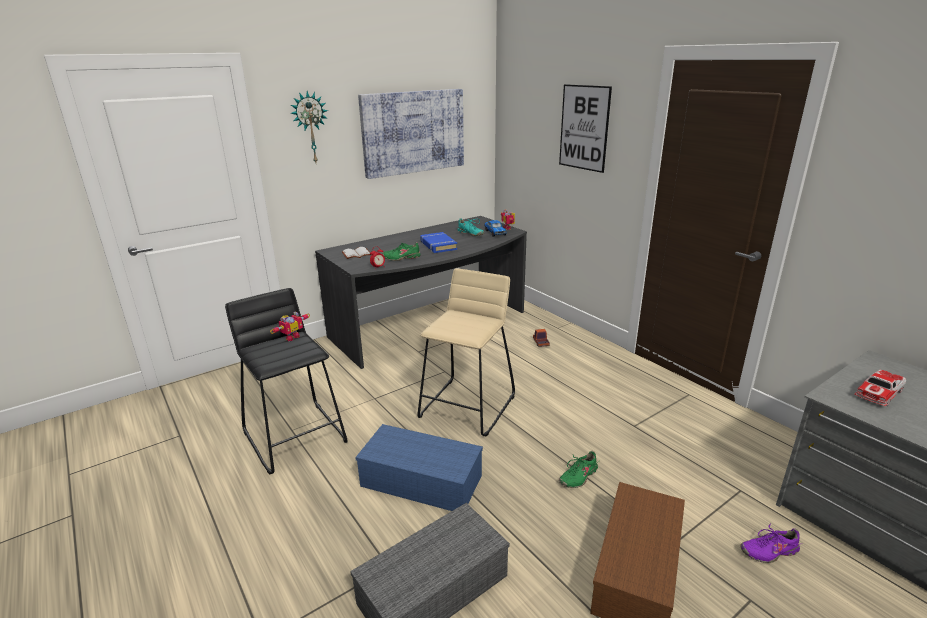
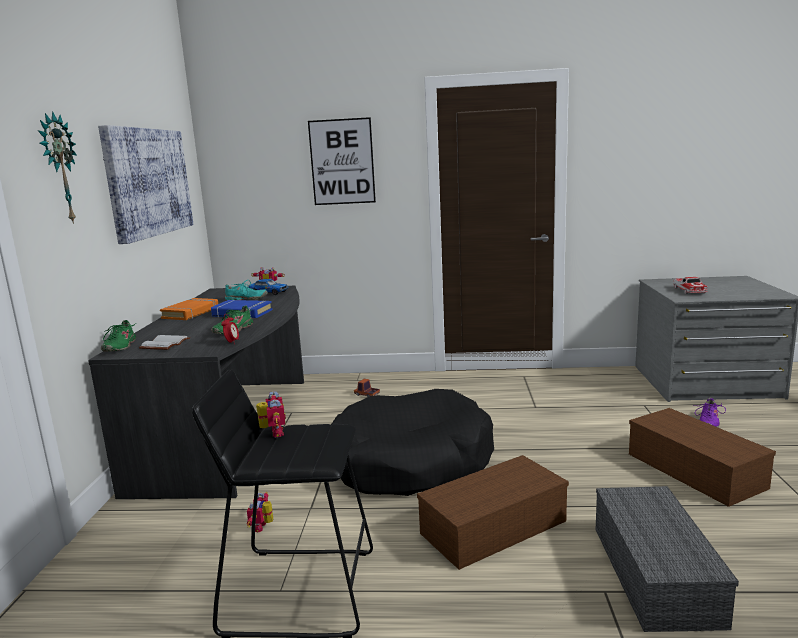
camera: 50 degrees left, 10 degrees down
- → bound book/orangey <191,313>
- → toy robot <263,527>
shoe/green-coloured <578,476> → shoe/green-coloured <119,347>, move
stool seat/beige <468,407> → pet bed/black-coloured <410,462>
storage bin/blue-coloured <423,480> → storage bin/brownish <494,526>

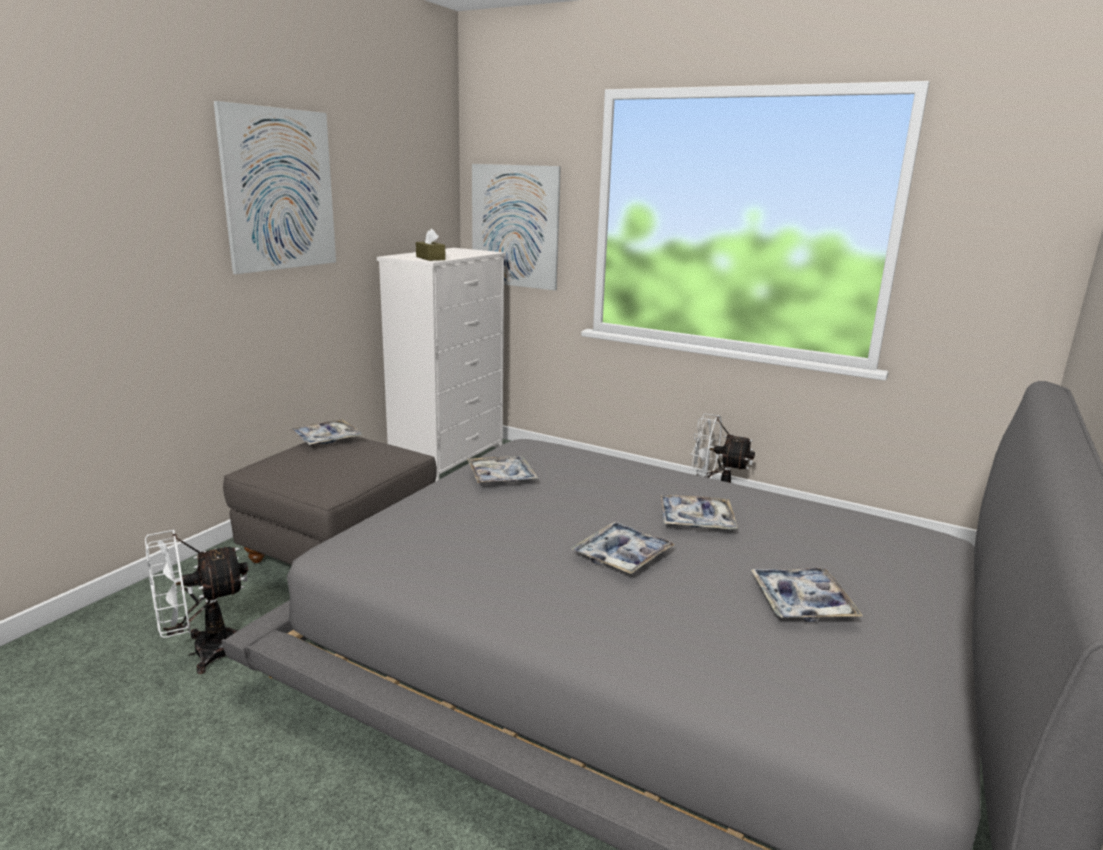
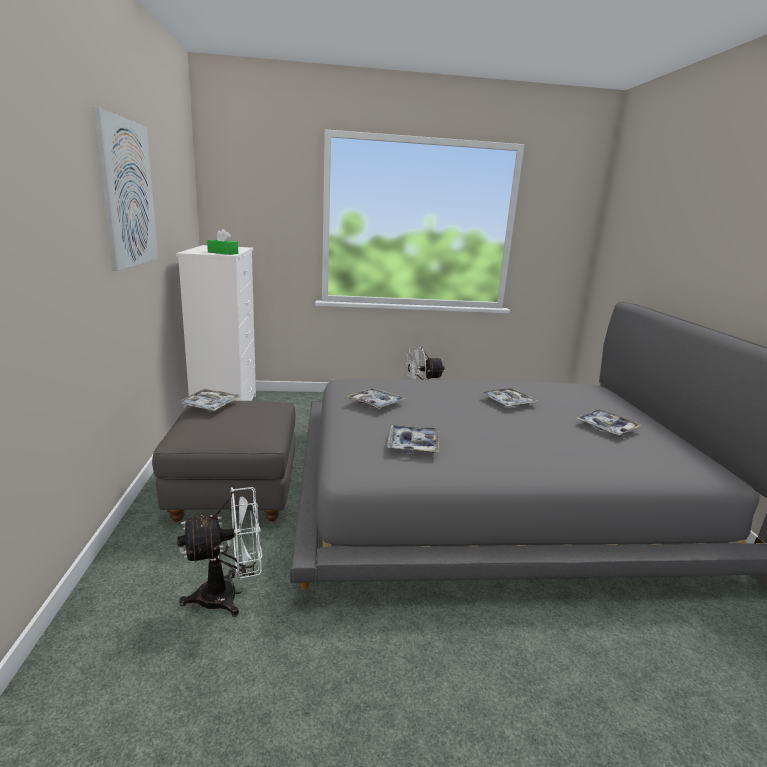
camera: 35 degrees left, 0 degrees up
wall art <515,226> → -
tray <622,556> → tray <413,445>, move
box of tissues/brownish <430,258> → box of tissues/green-coloured <223,253>
electric fan/whitish <203,652> → electric fan/whitish <229,595>, 135 degrees counterclockwise

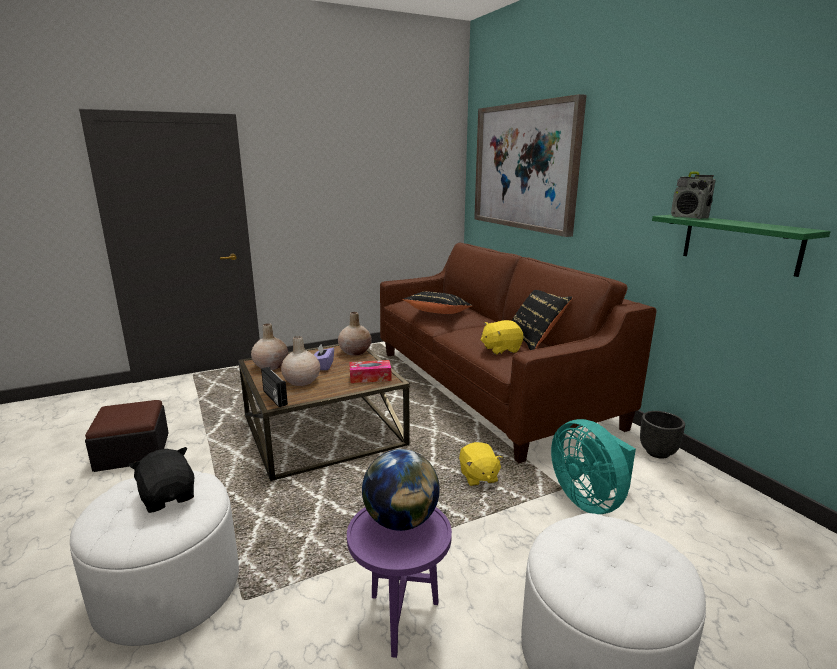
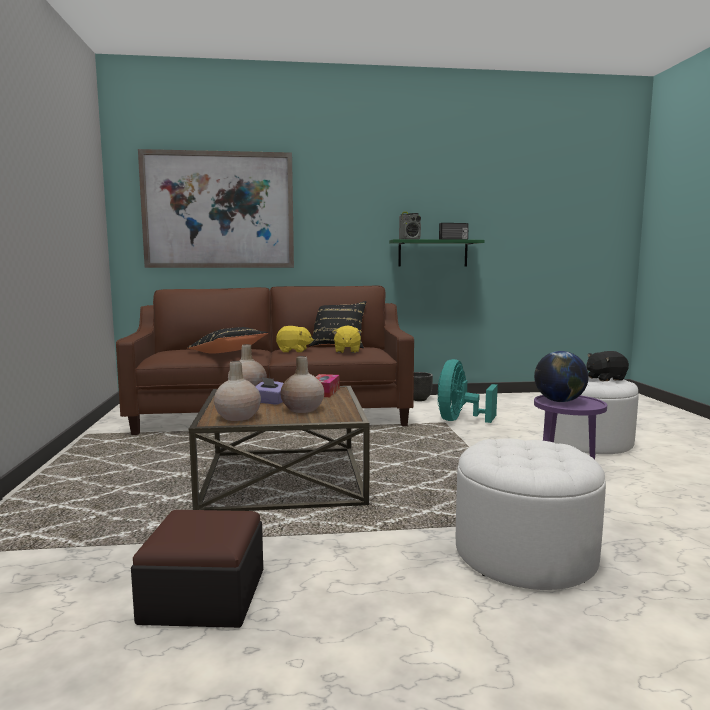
camera: 70 degrees left, 10 degrees down
cuddly toy/black-coloured <169,497> → cuddly toy/black-coloured <605,378>, move
radio <274,398> → radio <453,239>, move
cuddly toy/yellow <478,477> → cuddly toy/yellow <294,351>, move
electric fan/turquoise <589,499> → electric fan/turquoise <459,420>, 120 degrees clockwise

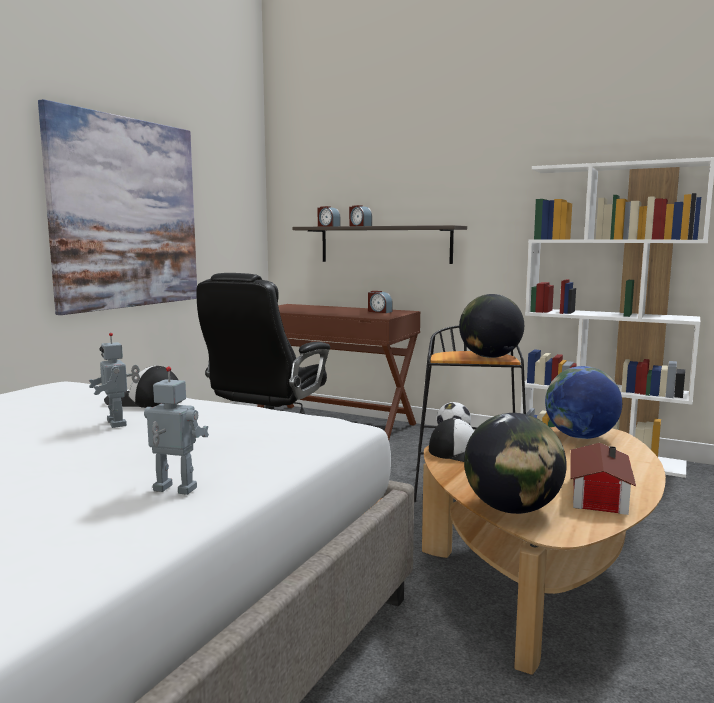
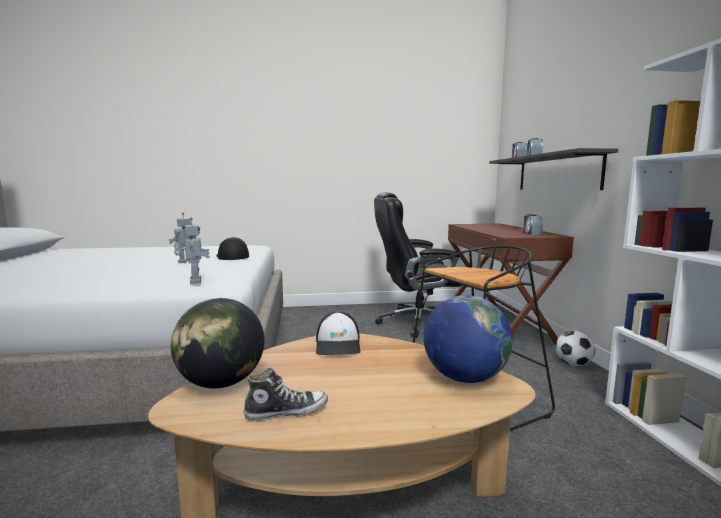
camera: 55 degrees right, 0 degrees up
wall art <126,213> → -
desk globe <490,357> → -
toy robot <173,490> → toy robot <194,281>, move
miniature house <596,495> → shoe <287,412>

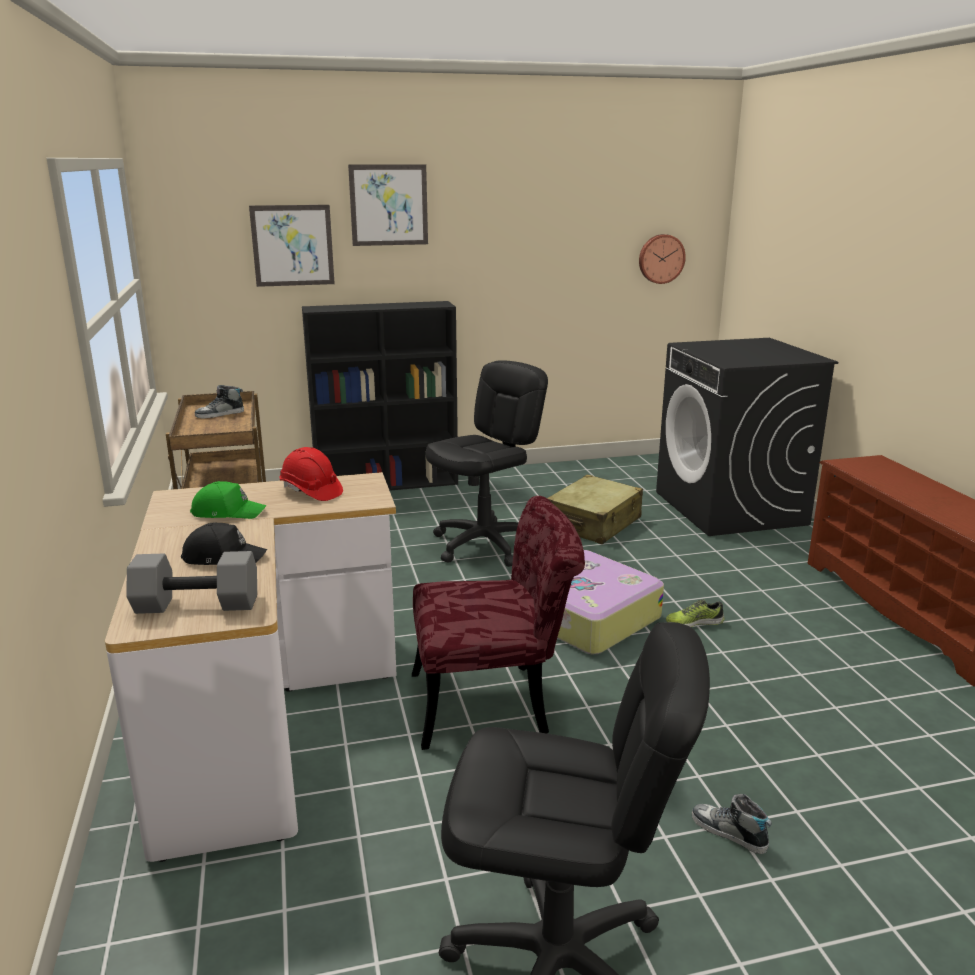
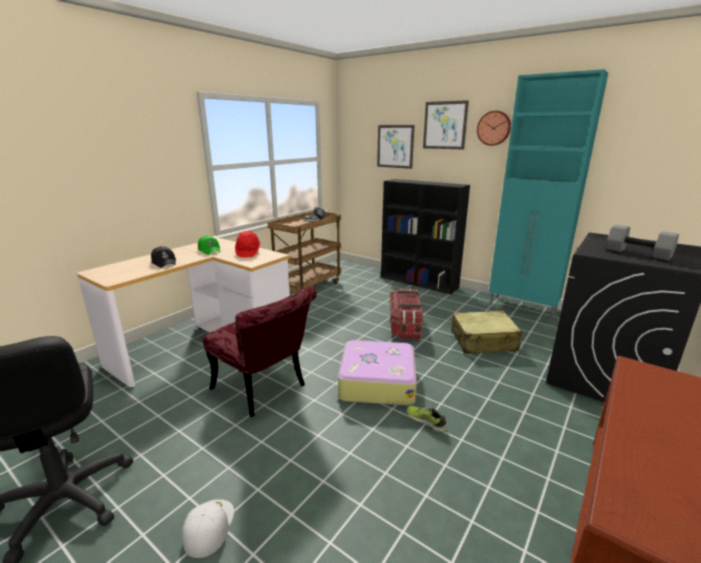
camera: 50 degrees right, 0 degrees up
- → cupboard/turquoise <523,308>
dumbbell/greyish <198,604> → dumbbell/greyish <638,253>, move
wall clock <661,258> → wall clock <494,128>, move
desk chair/black-coloured <485,545> → storage bin <404,325>
shoe <729,832> → cap/whitish <208,526>

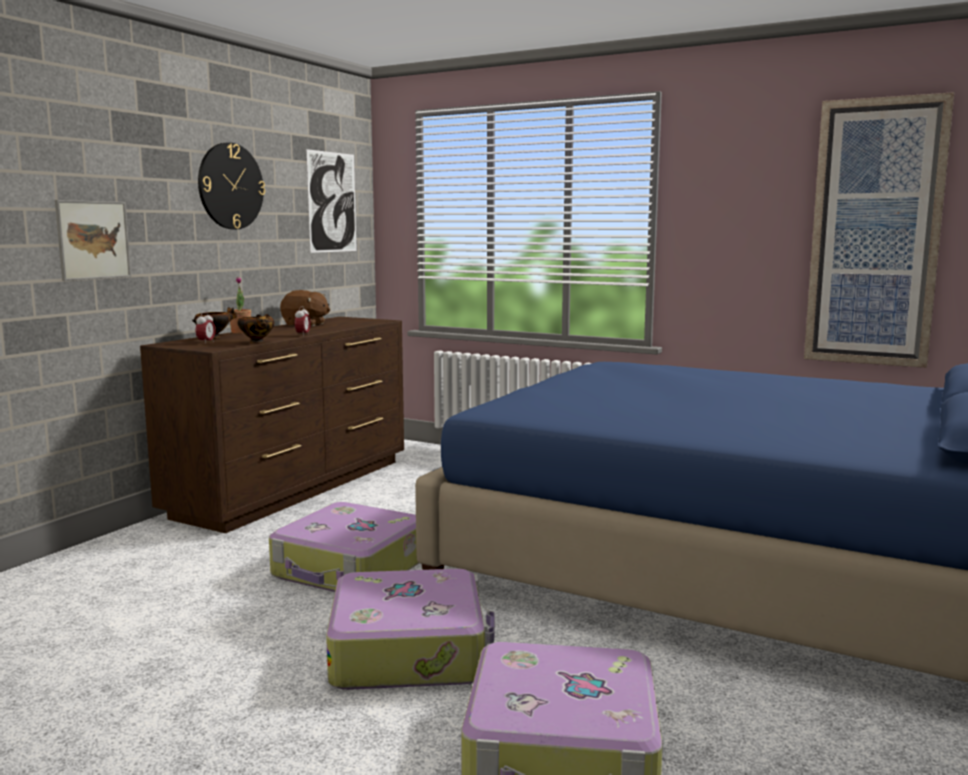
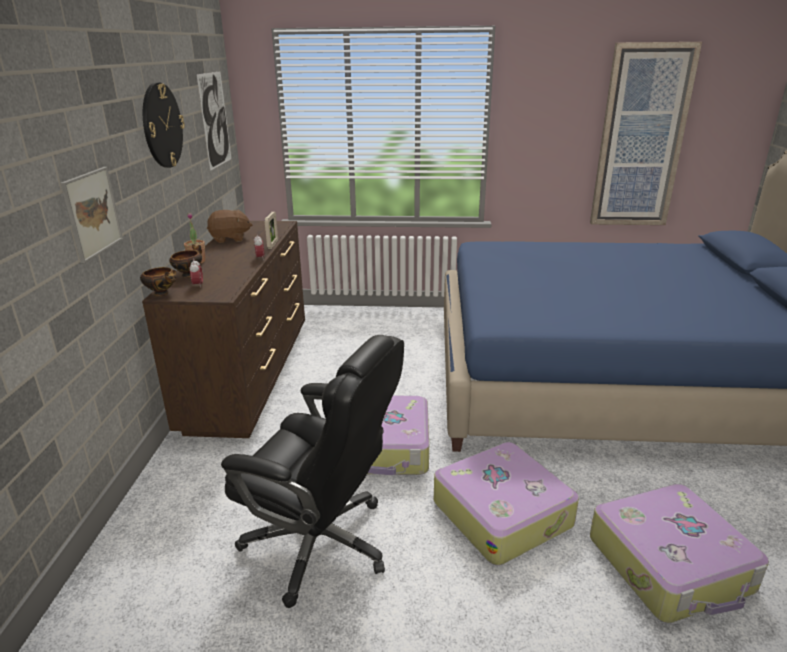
camera: 25 degrees left, 15 degrees up
- → desk chair/black-coloured <321,543>
- → picture frame <273,245>
deep dish <258,342> → deep dish <162,294>, move

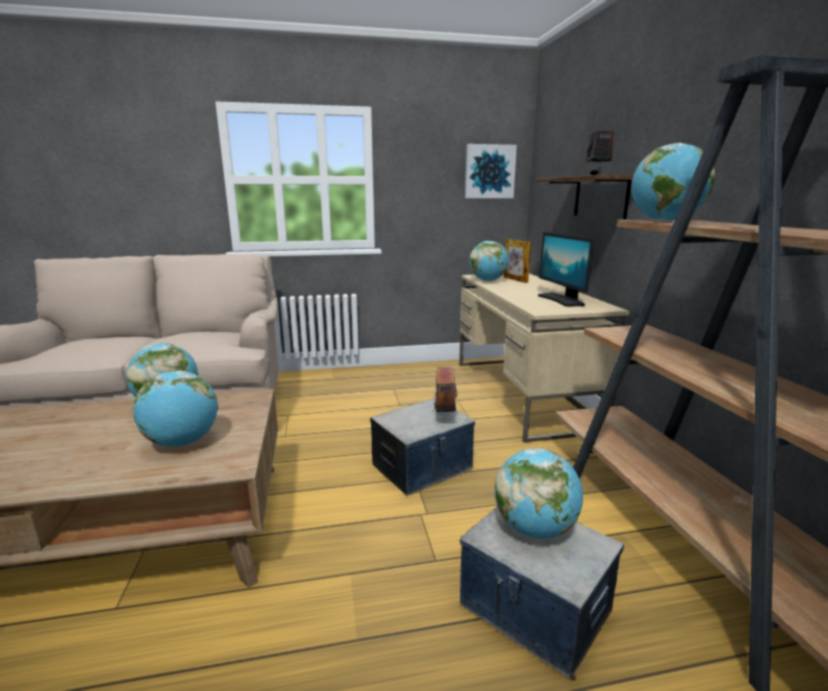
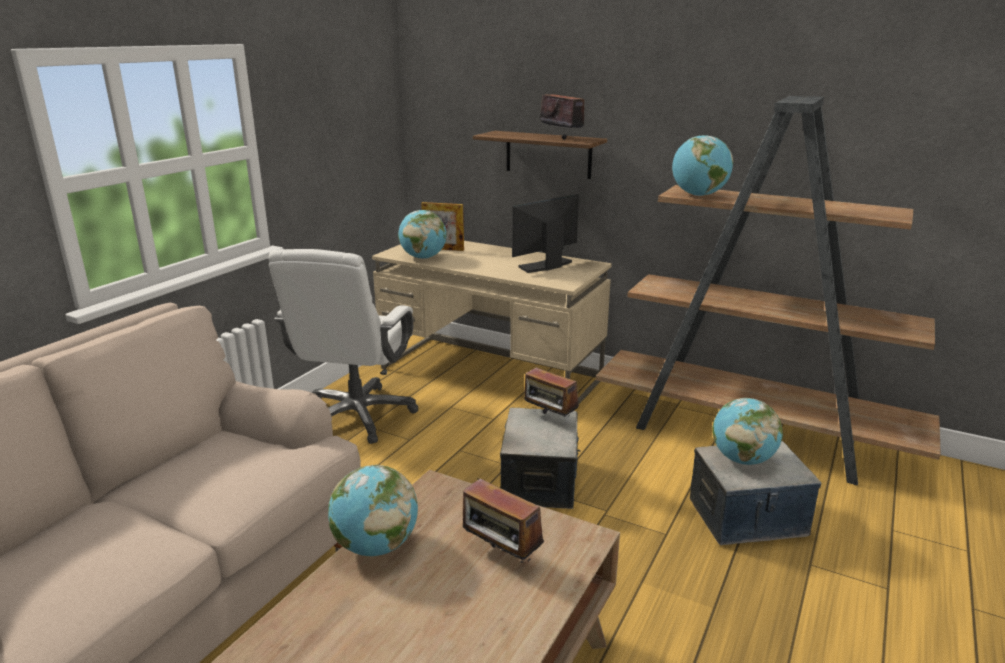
camera: 50 degrees left, 5 degrees up
wall art <489,171> → -
- → desk chair/whitish <357,416>
desk globe <183,442> → radio <501,556>
computer display <561,300> → computer display <546,266>, 120 degrees clockwise

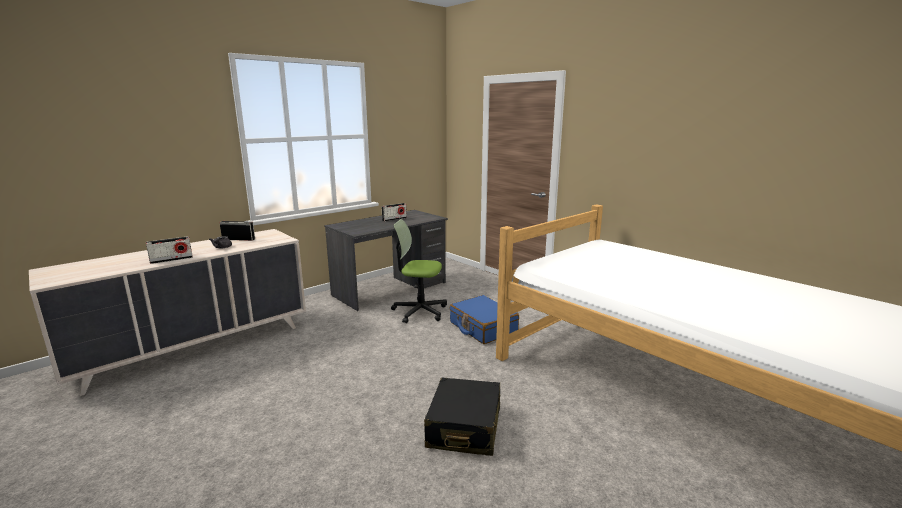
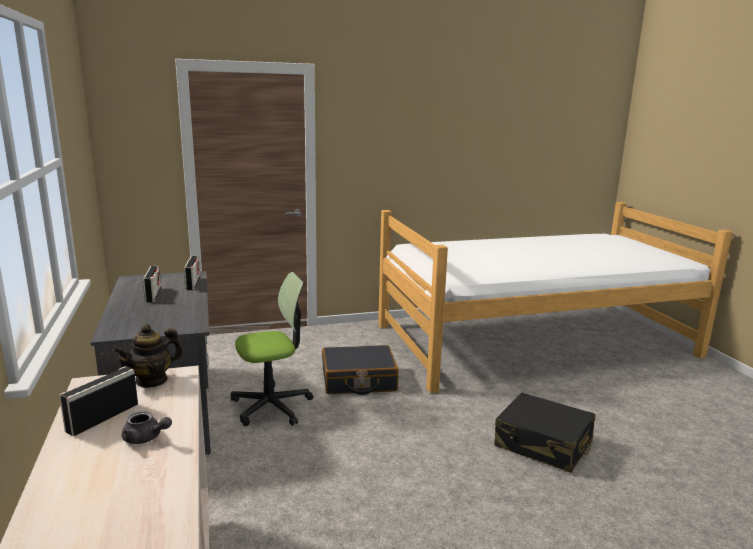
camera: 65 degrees left, 0 degrees up
- → pot for tea <152,380>
radio <171,259> → radio <193,283>, move
piece of luggage/blue-coloured <482,327> → piece of luggage/black-coloured <358,380>
desk chair <419,311> → desk chair <271,406>, 150 degrees counterclockwise

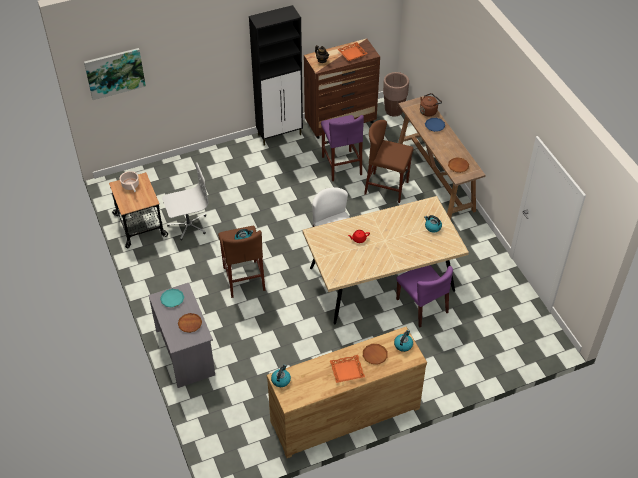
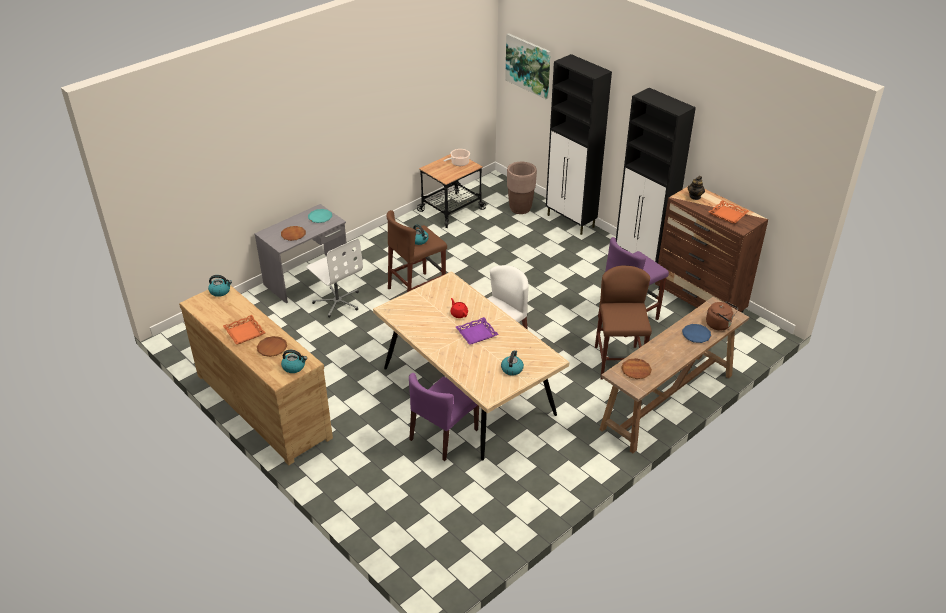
camera: 70 degrees right, 10 degrees down
- → tray/purple <476,333>
- → cupboard/black-coloured <571,221>
desk chair/whitish <188,225> → desk chair/whitish <337,302>, move
planter/brownish <394,111> → planter/brownish <520,209>, move

